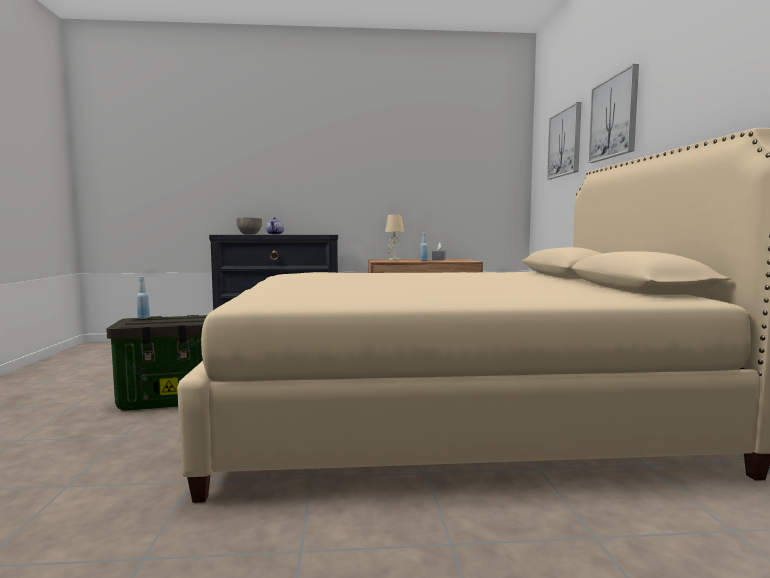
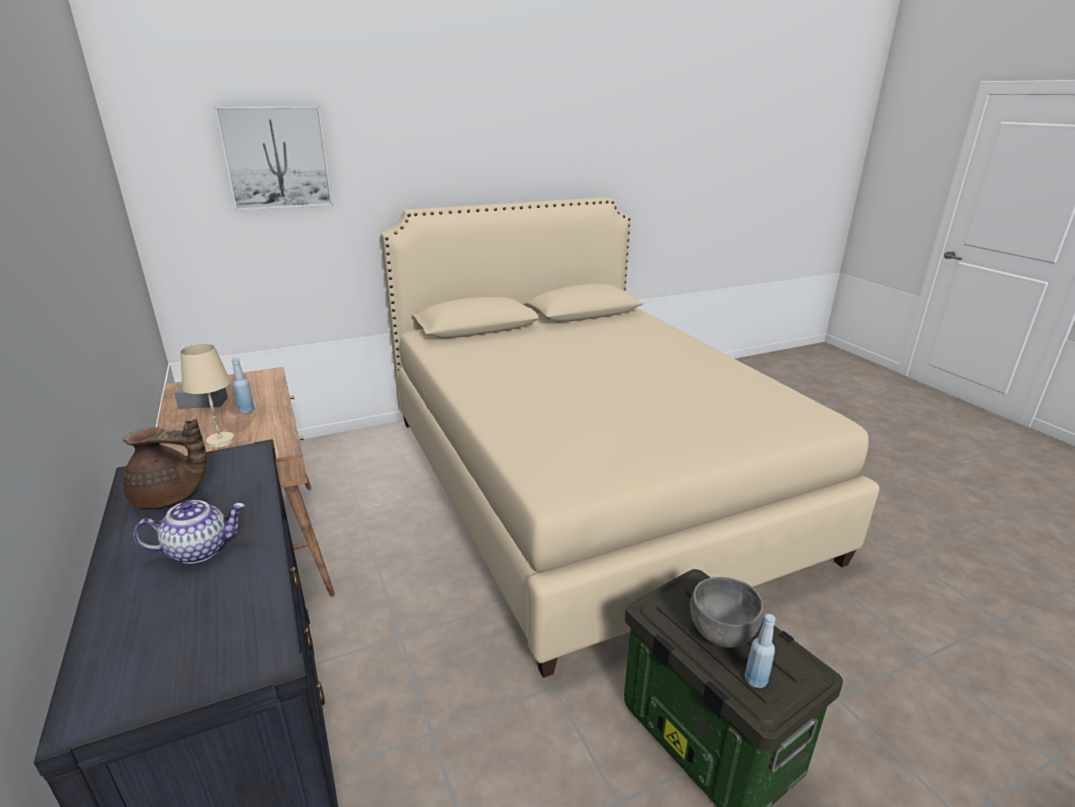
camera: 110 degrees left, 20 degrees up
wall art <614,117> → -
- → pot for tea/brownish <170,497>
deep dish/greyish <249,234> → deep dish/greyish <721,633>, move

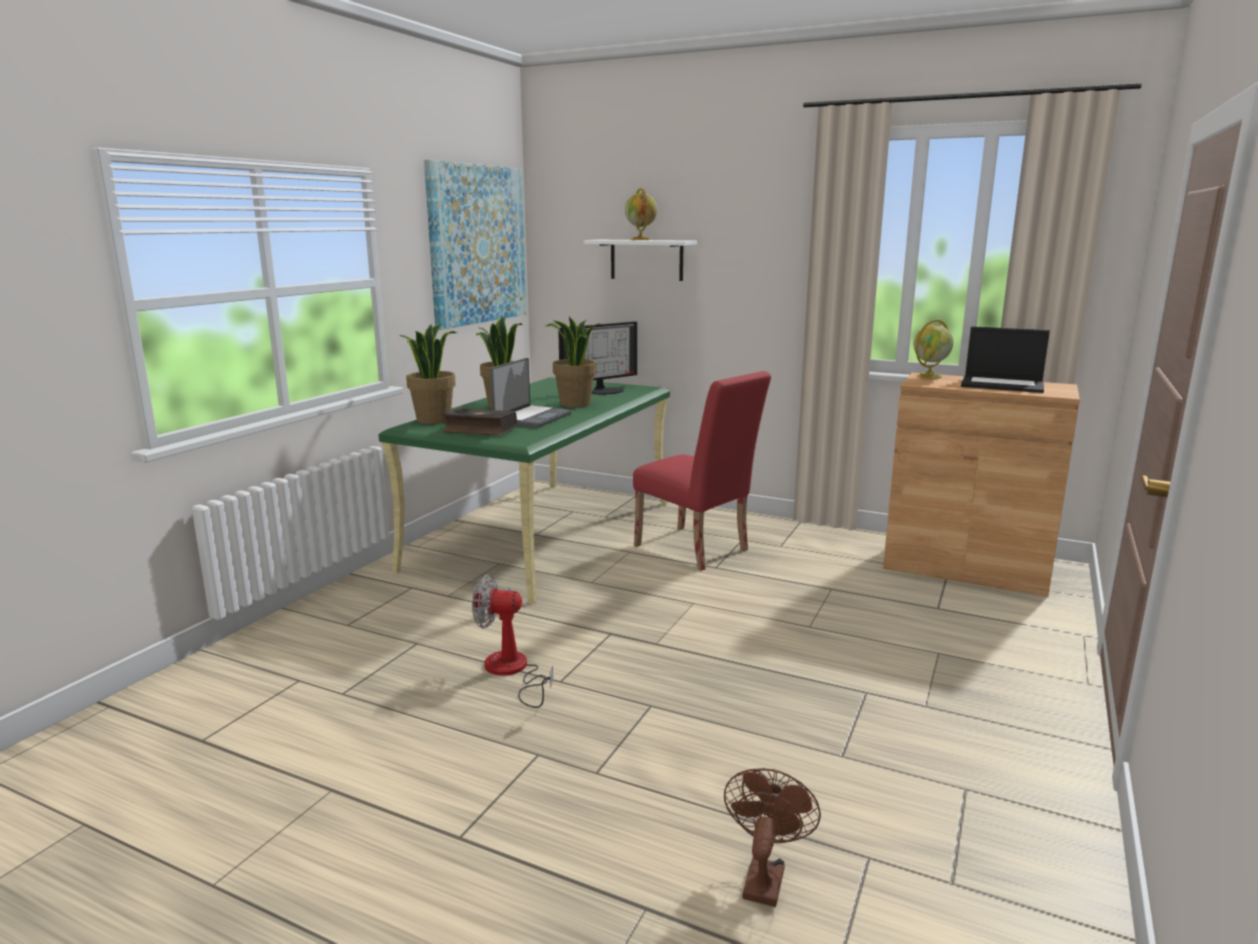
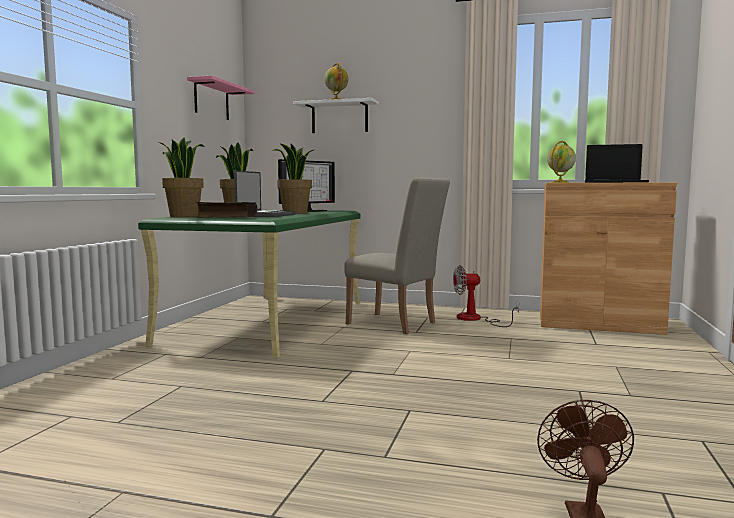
camera: 10 degrees left, 10 degrees down
electric fan <512,672> → electric fan <476,319>, move
wall art <477,245> → shelf/pinkish <211,100>
chair/reddish <697,550> → chair/beige <396,324>

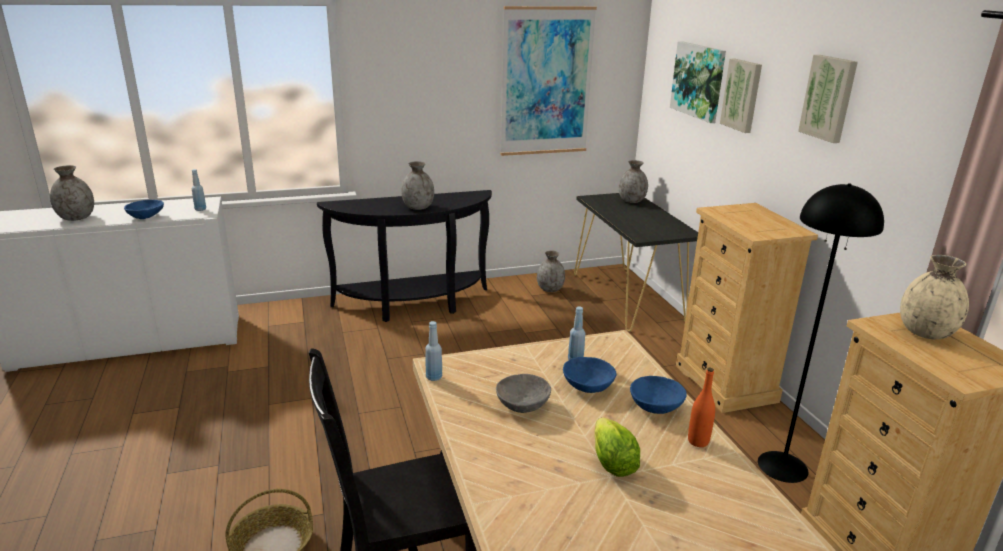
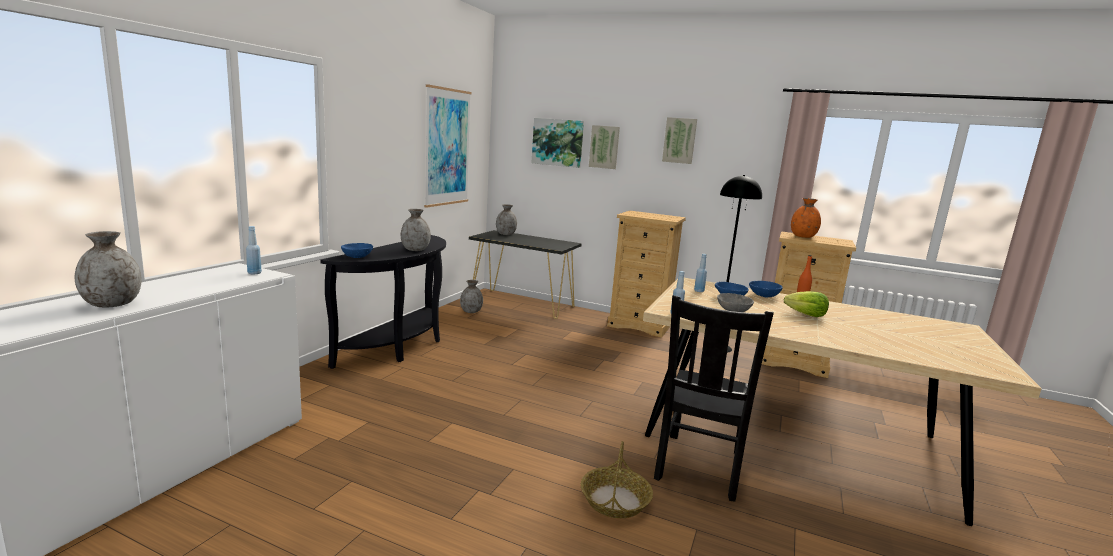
camera: 50 degrees left, 10 degrees down
deep dish/blue-coloured <147,217> → deep dish/blue-coloured <357,257>, move
vase/beige <925,333> → vase/orangey <803,236>

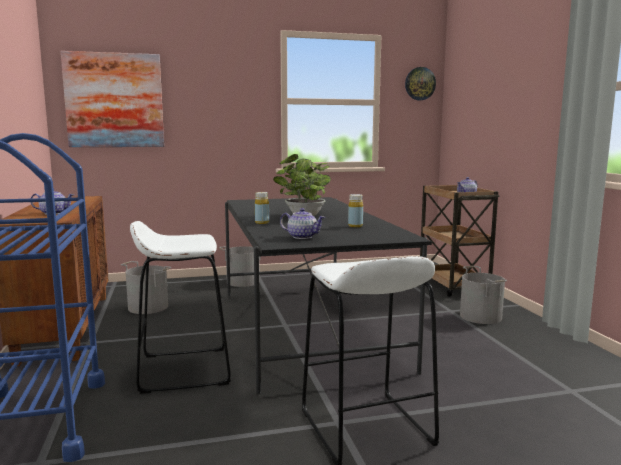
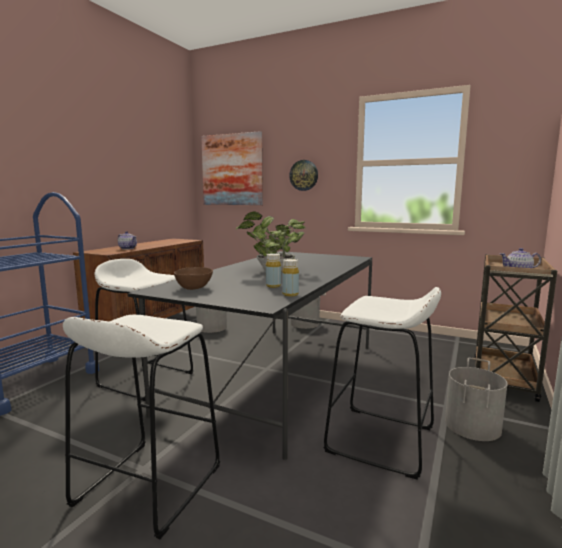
camera: 40 degrees right, 0 degrees up
- → stool seat/whitish <380,440>
beverage bottle/yellow <262,222> → beverage bottle/yellow <290,294>, move
wall clock <420,83> → wall clock <304,175>, move
pot for tea <302,236> → deep dish/brownish <194,288>

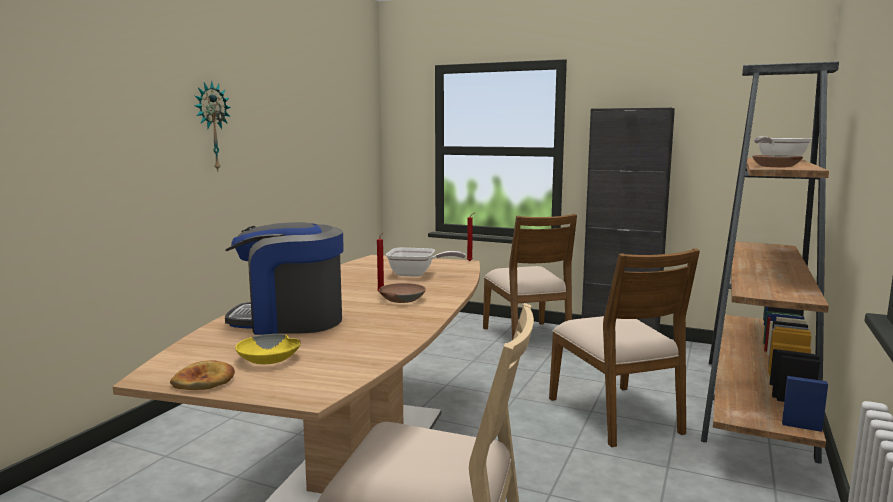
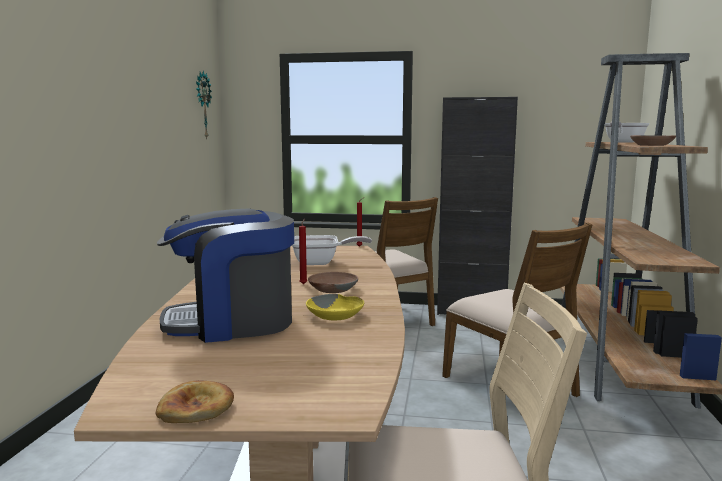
camera: 15 degrees left, 0 degrees up
wall clock <211,126> → wall clock <202,105>, move
deep dish/yellow <269,358> → deep dish/yellow <336,315>, move

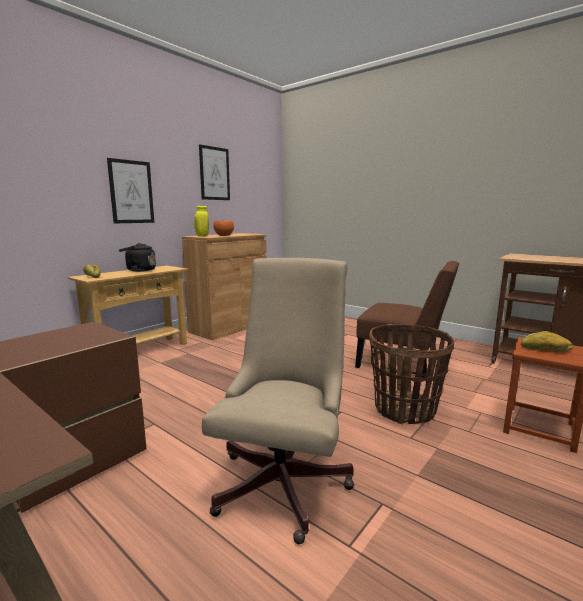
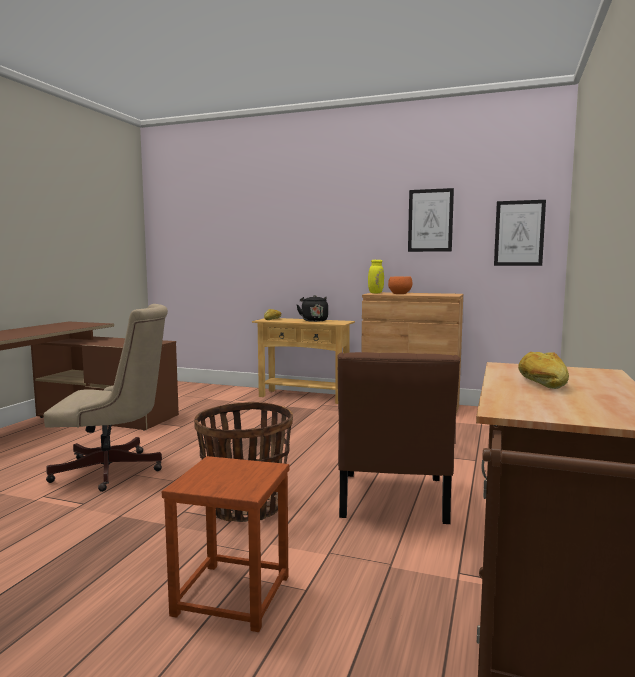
camera: 70 degrees right, 5 degrees down
wall art <131,192> → wall art <519,233>, move
bread <545,349> → bread <541,383>, move

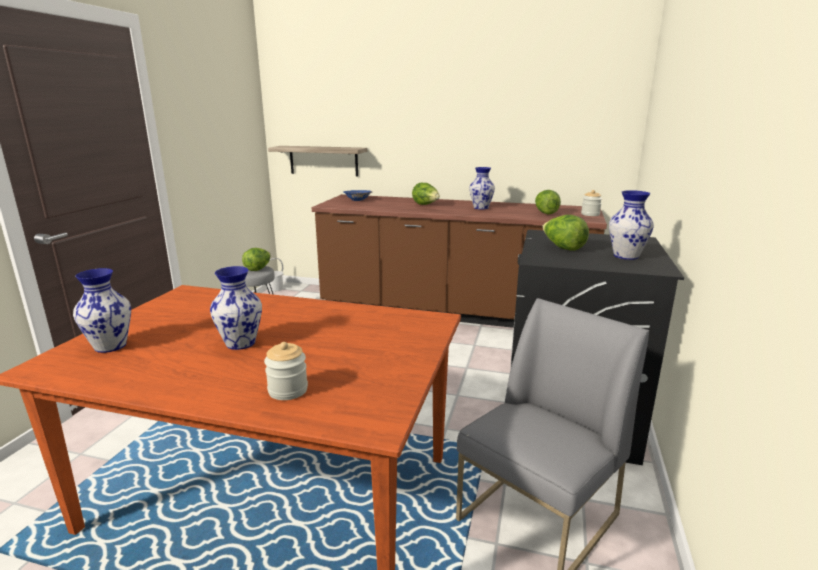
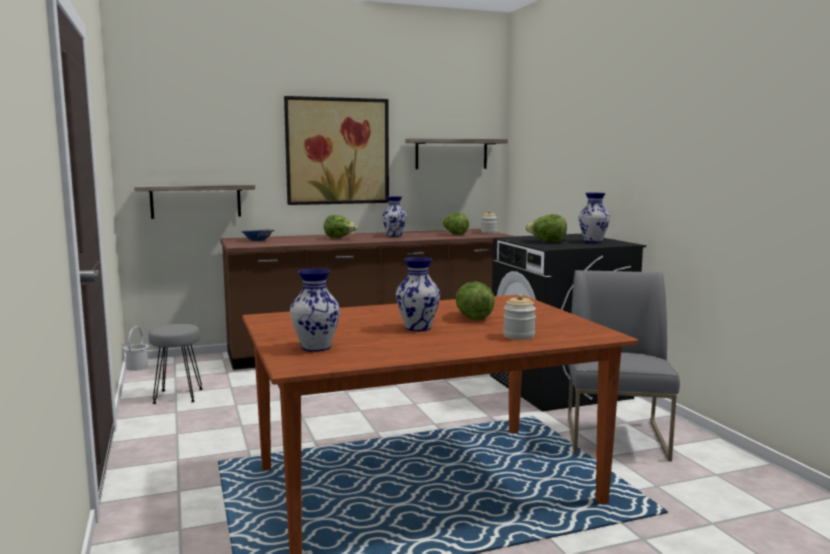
camera: 35 degrees left, 10 degrees down
- → wall art <337,151>
- → shelf <451,154>
lettuce <258,269> → lettuce <472,317>, move

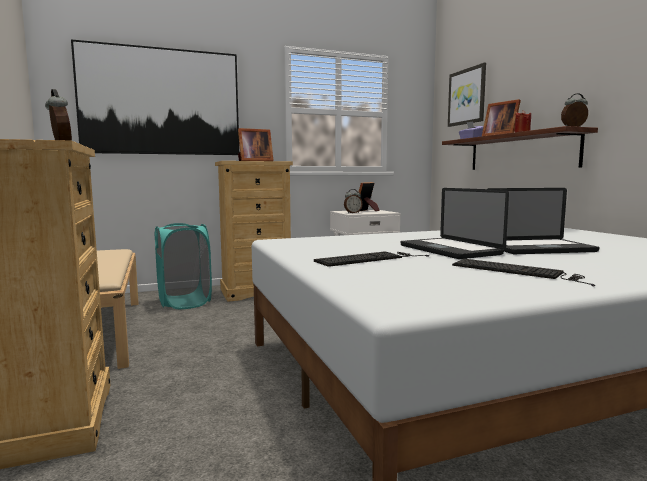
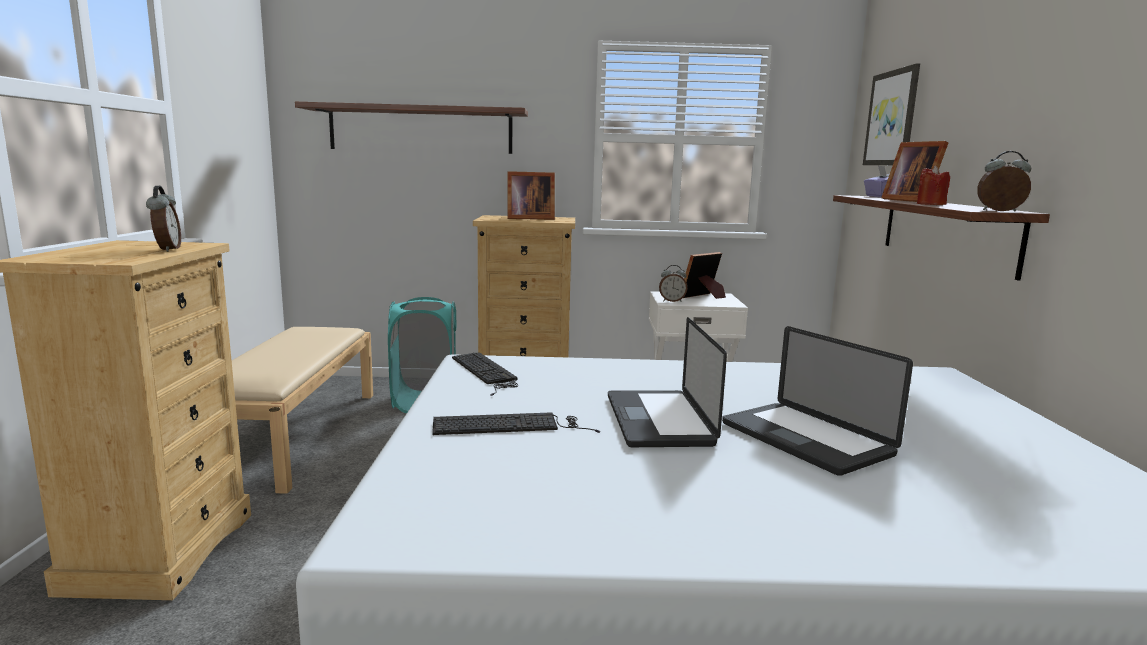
camera: 20 degrees right, 5 degrees up
computer keyboard <518,271> → computer keyboard <486,372>, move
wall art <161,102> → shelf <421,130>
laptop <538,249> → laptop <805,439>, 45 degrees clockwise

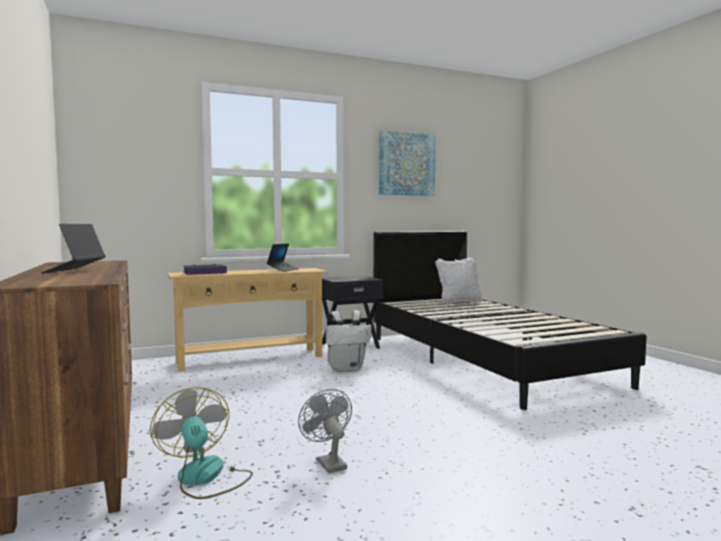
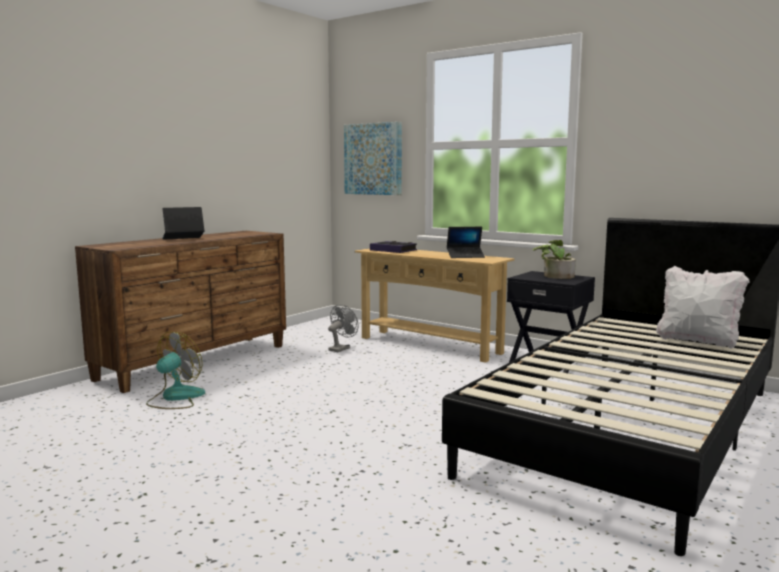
camera: 60 degrees right, 5 degrees up
backpack/whitish <346,369> → -
- → plant in a pot <554,276>
electric fan/greyish <328,462> → electric fan/greyish <341,348>, move
wall art <406,164> → wall art <373,159>, move

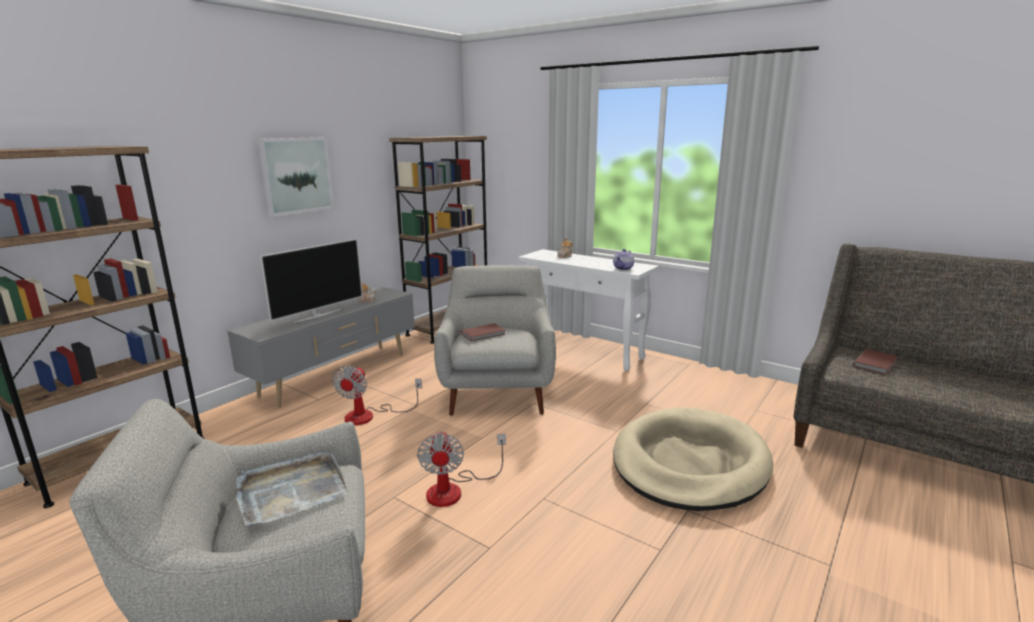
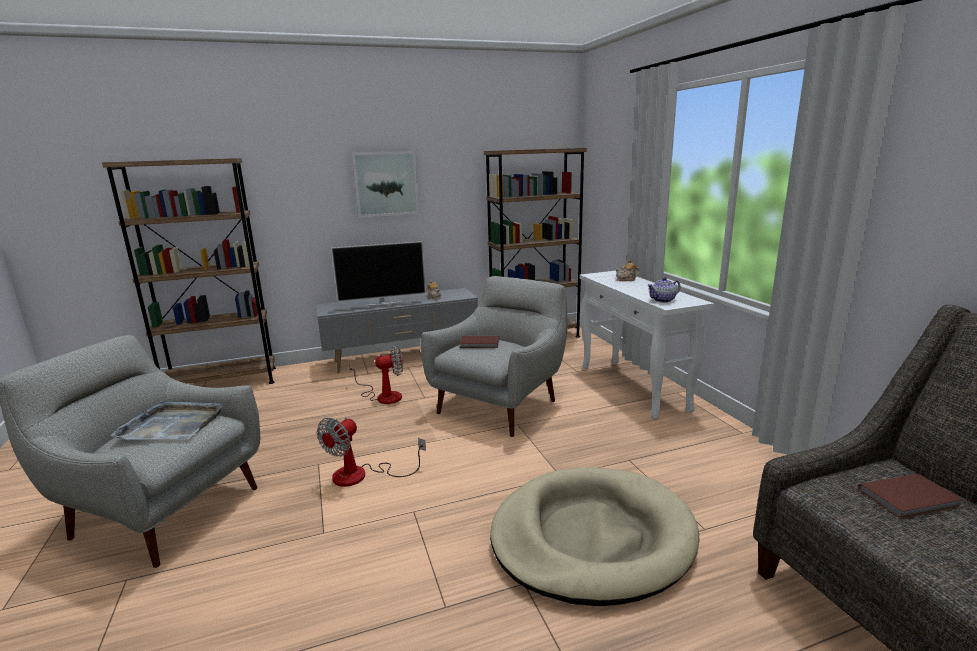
camera: 35 degrees right, 0 degrees up
electric fan <370,415> → electric fan <383,396>, 150 degrees counterclockwise

